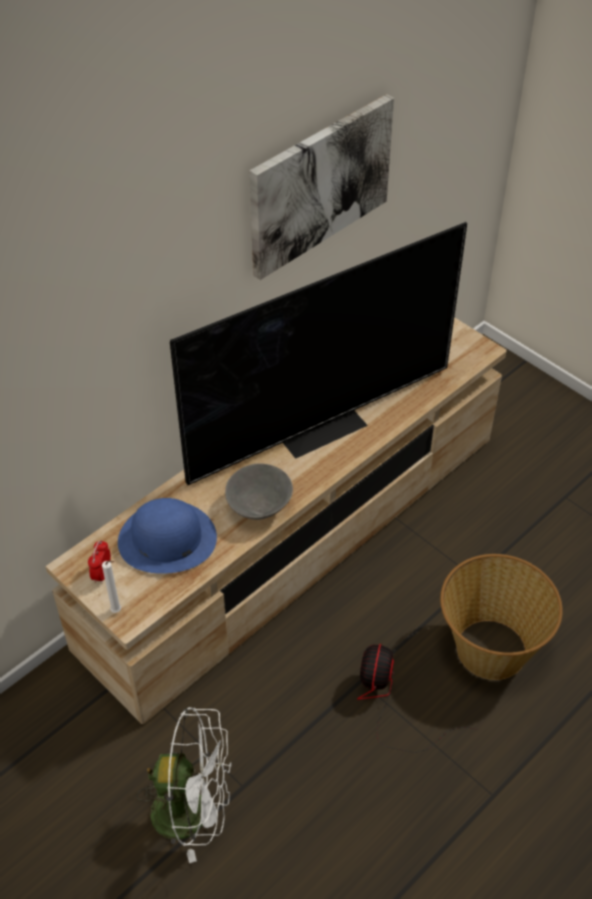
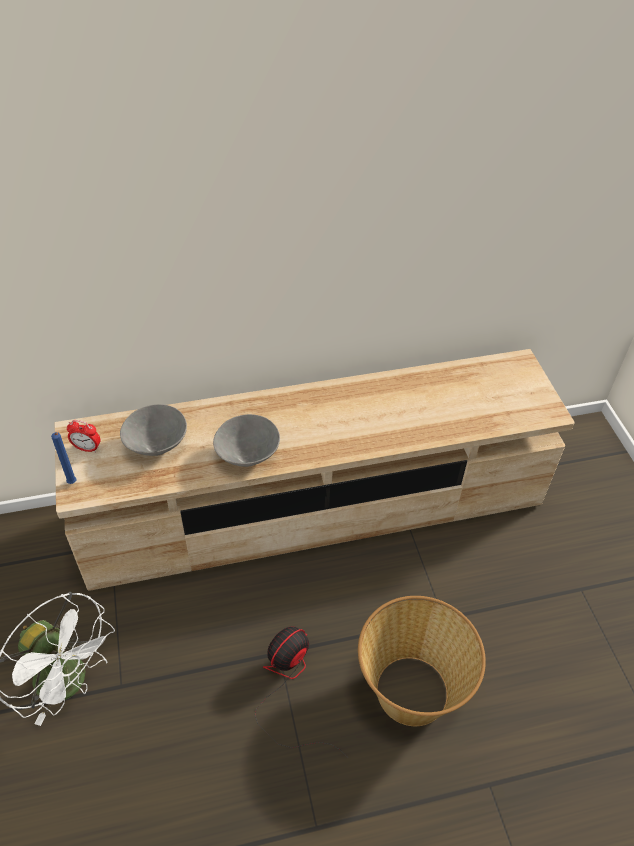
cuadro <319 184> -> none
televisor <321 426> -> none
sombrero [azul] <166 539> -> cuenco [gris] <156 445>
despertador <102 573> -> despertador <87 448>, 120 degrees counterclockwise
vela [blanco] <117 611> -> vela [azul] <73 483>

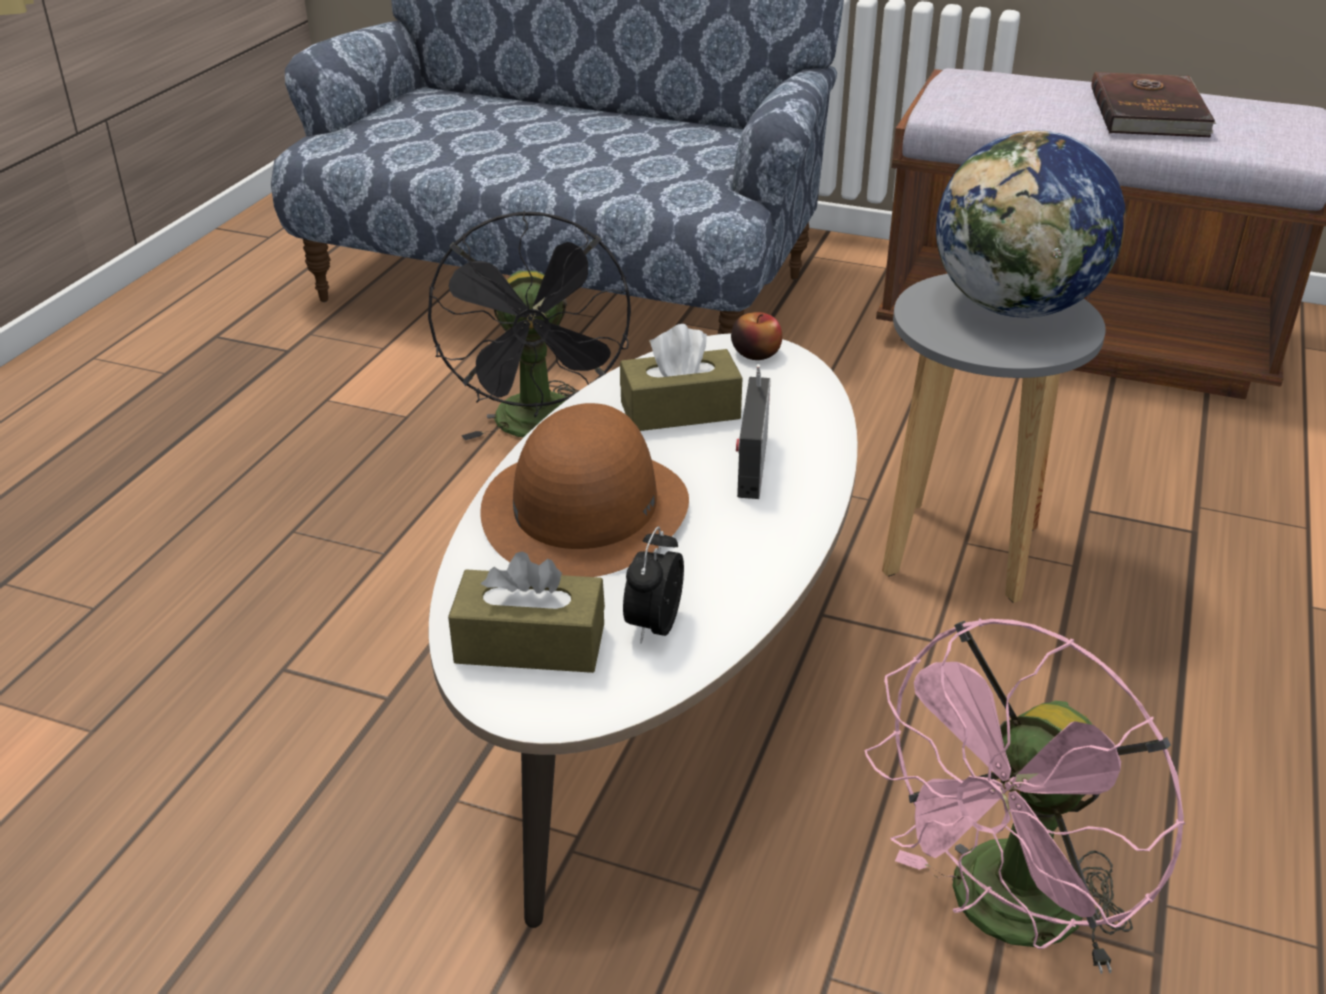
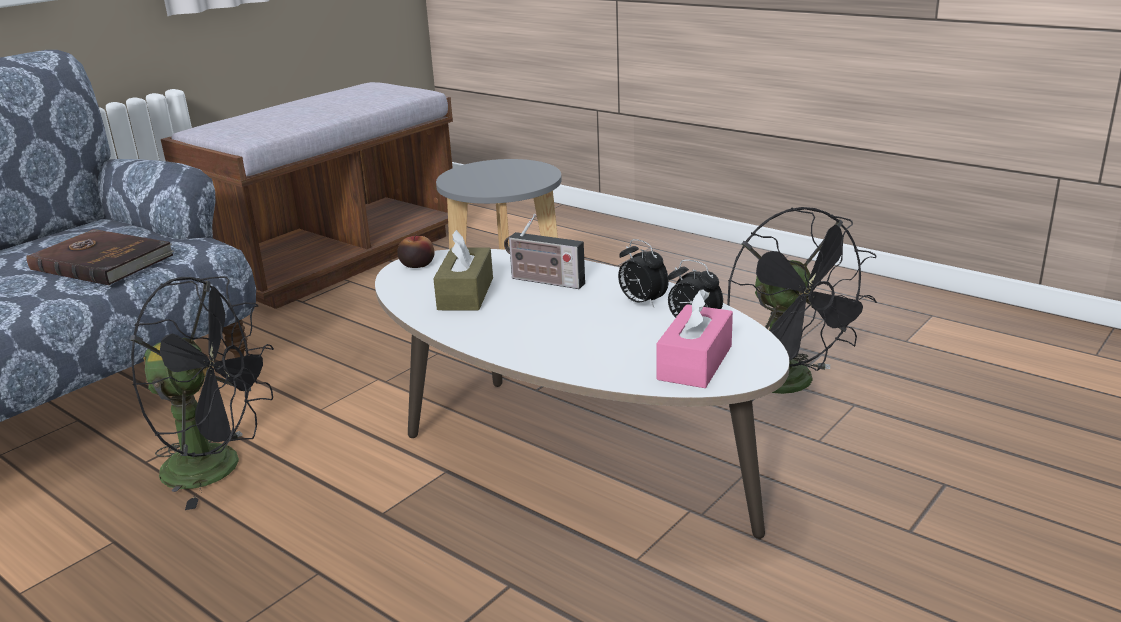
libro [marrón] <1151 111> -> libro [marrón] <103 261>, shifted
globo terráqueo <1016 307> -> none
sombrero [marrón] <585 509> -> none
caja de pañuelos [marrón] <530 643> -> caja de pañuelos [rosa] <695 362>
ventilador [rosa] <1004 917> -> ventilador [negro] <790 384>
none -> despertador <641 302>

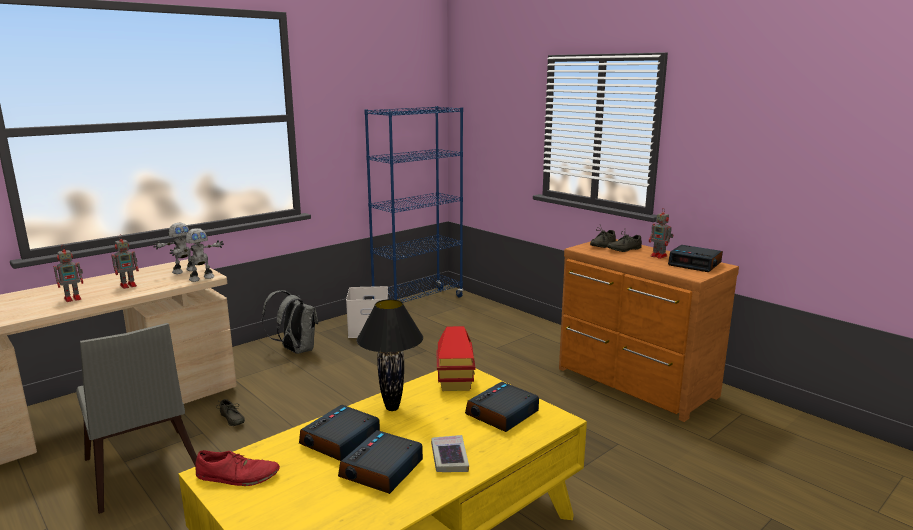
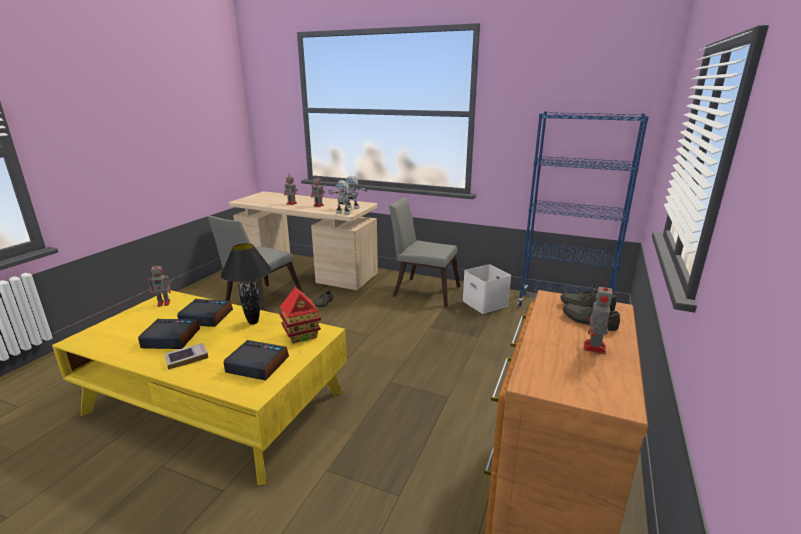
despertador <695 264> -> none
mochila [gris] <295 350> -> silla [gris] <423 290>
zapato [rojo] <238 476> -> robot de juguete <164 303>

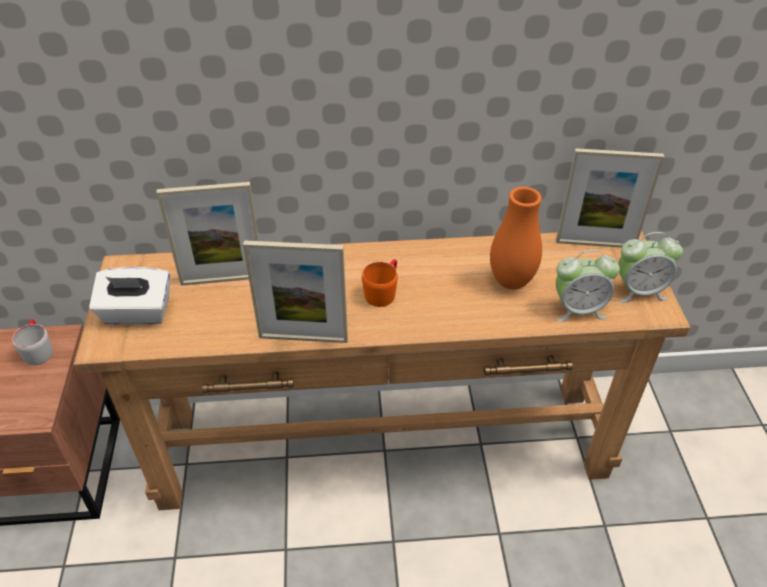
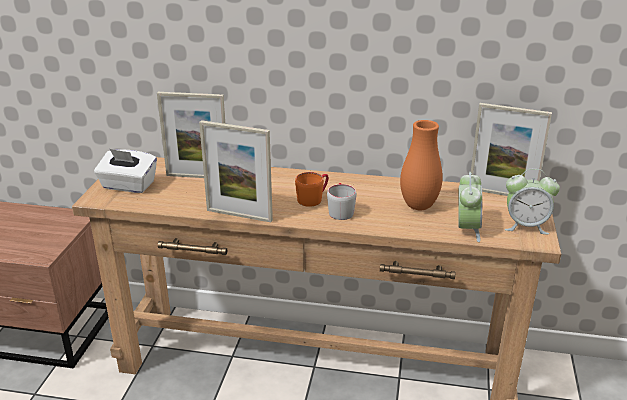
despertador <578 309> -> despertador <467 229>, 90 degrees counterclockwise
taza grande [gris] <38 350> -> taza grande [gris] <340 210>, shifted

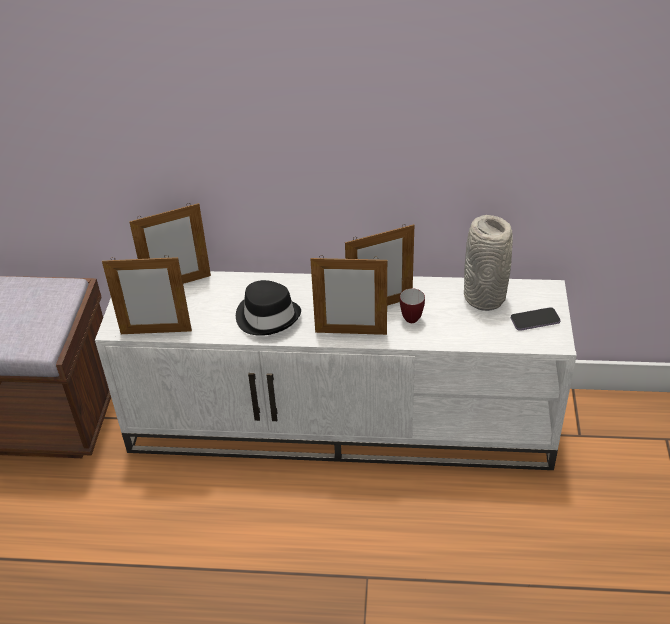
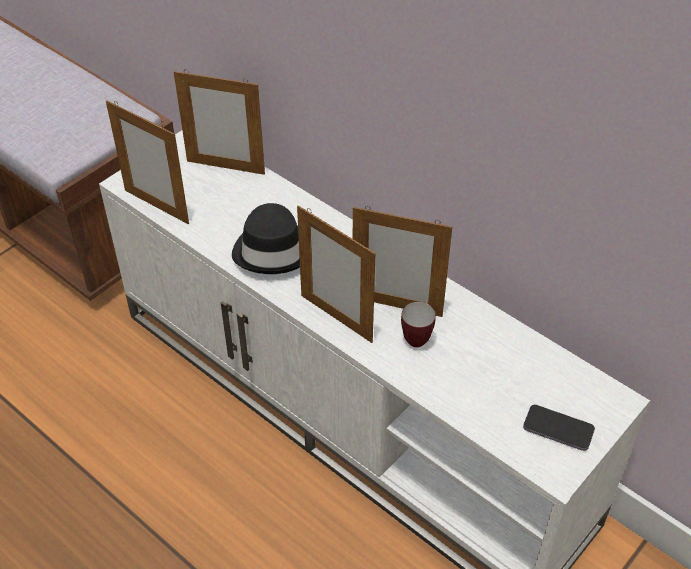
florero [gris] <485 299> -> none

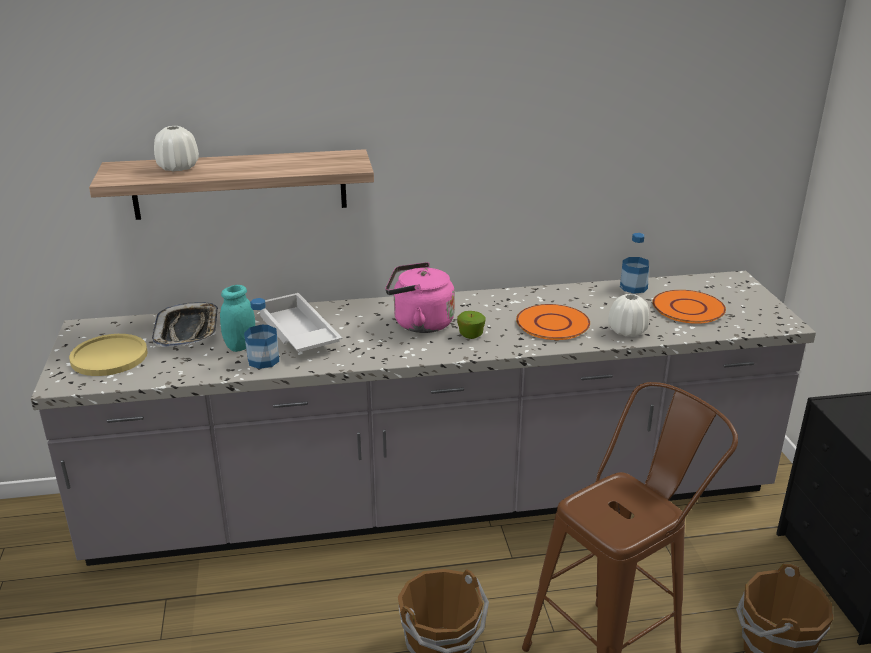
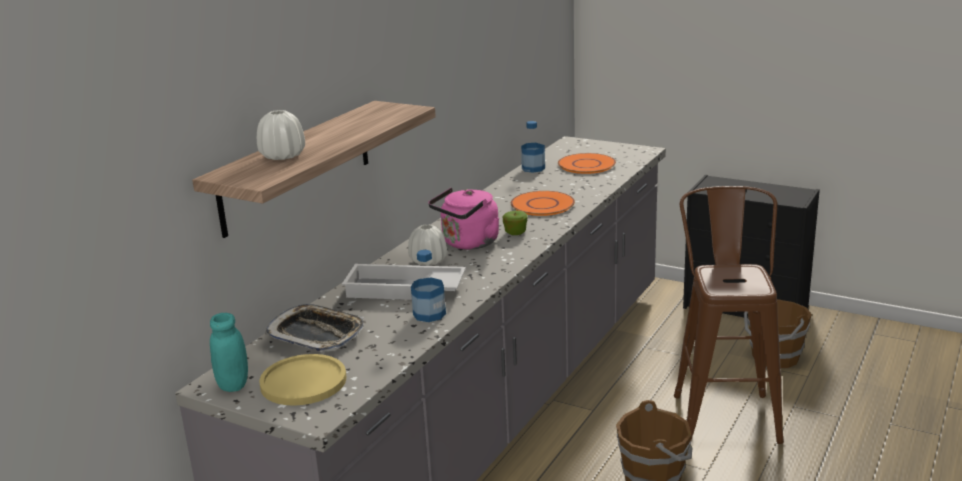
tarro [turquesa] <240 346> -> tarro [turquesa] <233 385>, shifted
florero [blanco] <627 331> -> florero [blanco] <428 261>, shifted

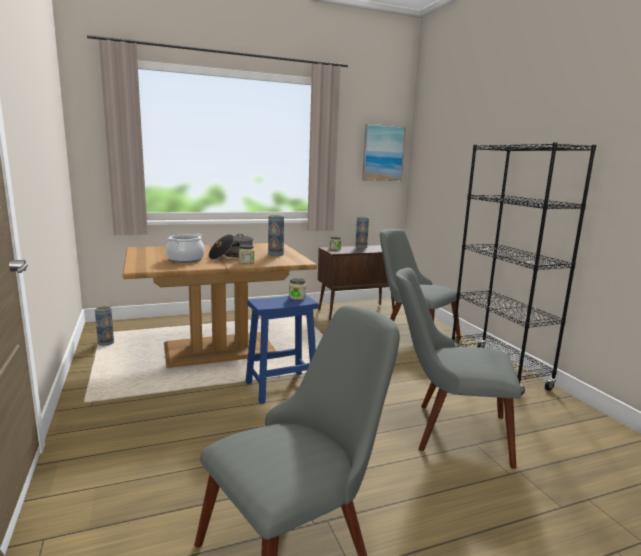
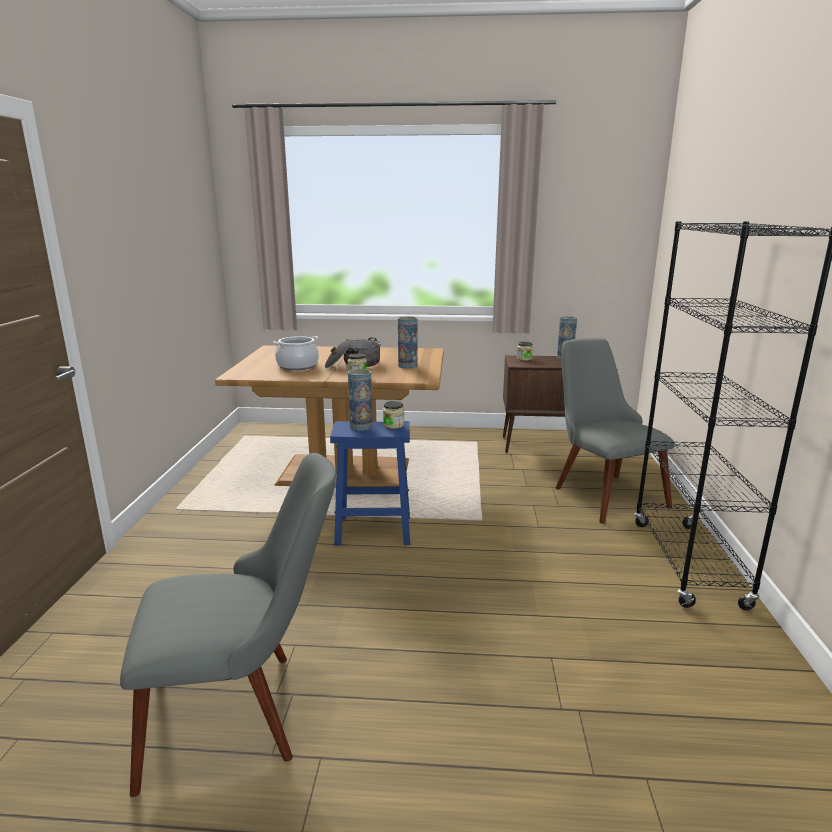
cuadro <383 153> -> none
silla [gris] <447 430> -> none
florero <106 343> -> florero <361 426>, shifted

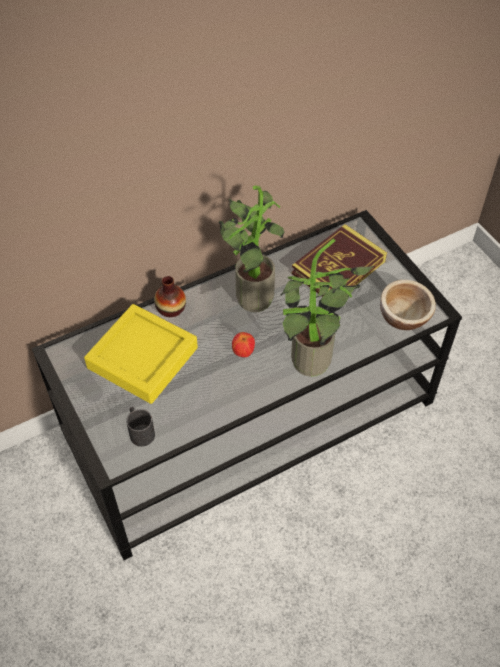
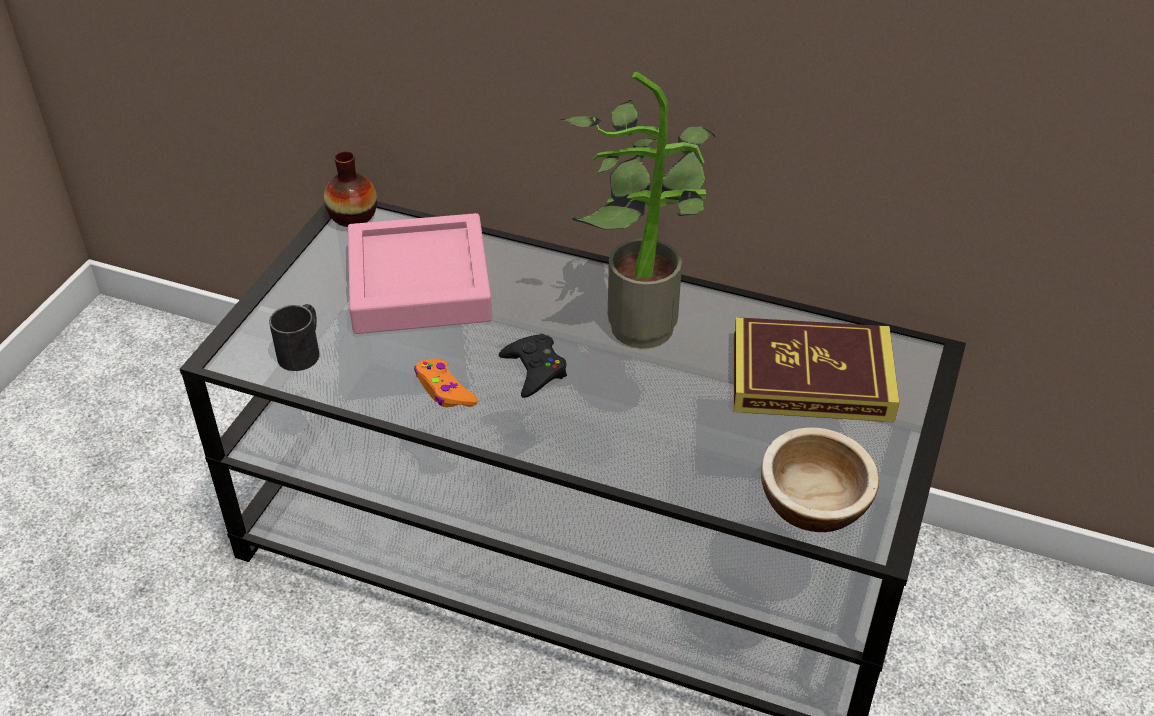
planta en maceta <311 366> -> none
florero <171 308> -> florero <353 216>, shifted
bandeja [amarillo] <142 358> -> bandeja [rosa] <419 284>
manzana <243 352> -> mando de consola [negro] <534 370>
none -> mando de consola [naranja] <444 391>

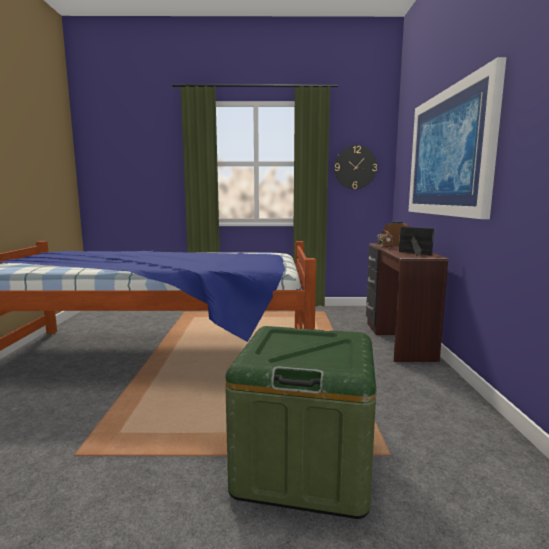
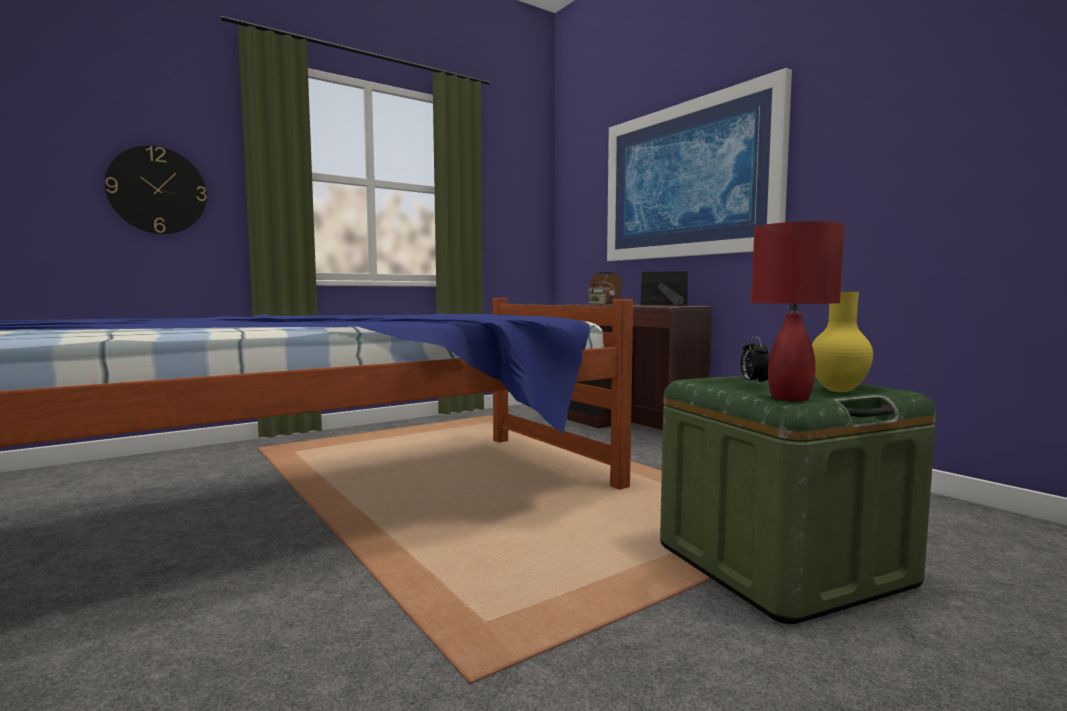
reloj de pared <355 167> -> reloj de pared <157 190>, shifted
none -> lámpara de mesa [rojo] <790 398>
none -> florero [amarillo] <837 391>
none -> despertador <754 383>

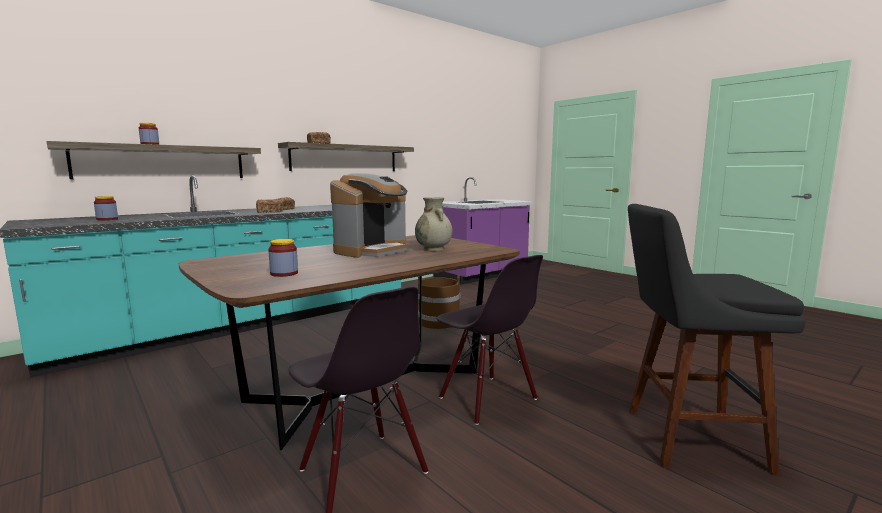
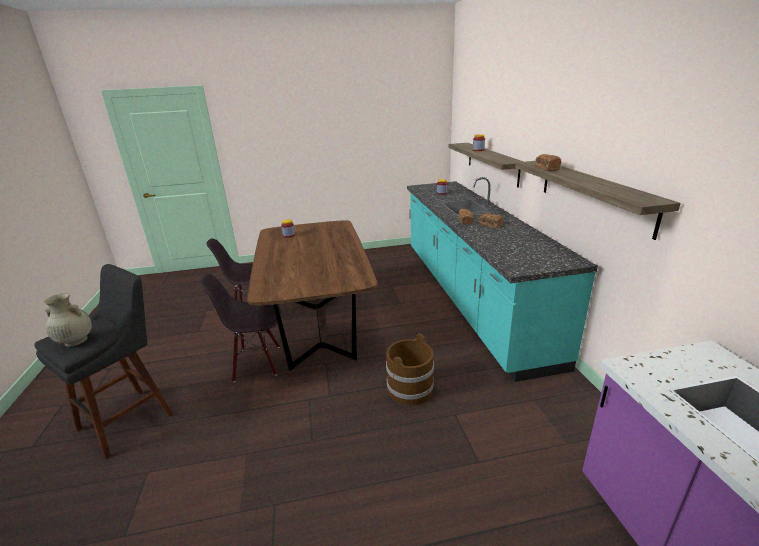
cafetera <372 251> -> none
florero [beis] <434 249> -> florero [beis] <75 341>, shifted

